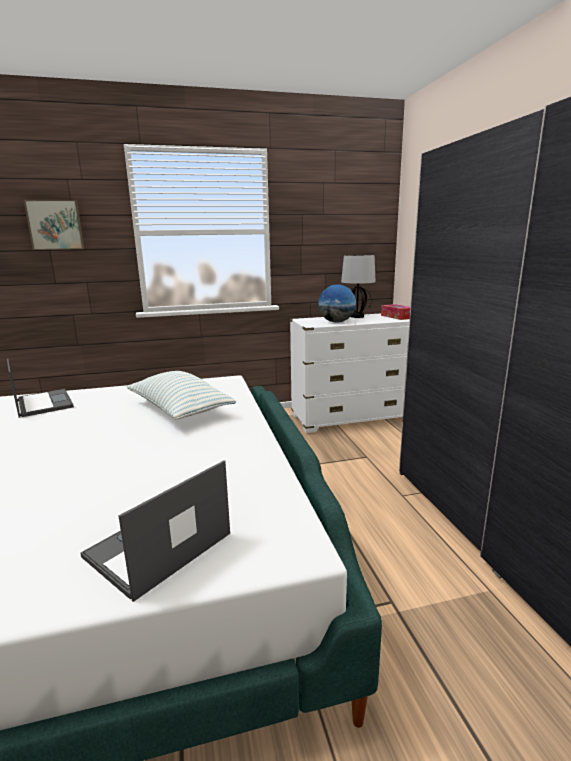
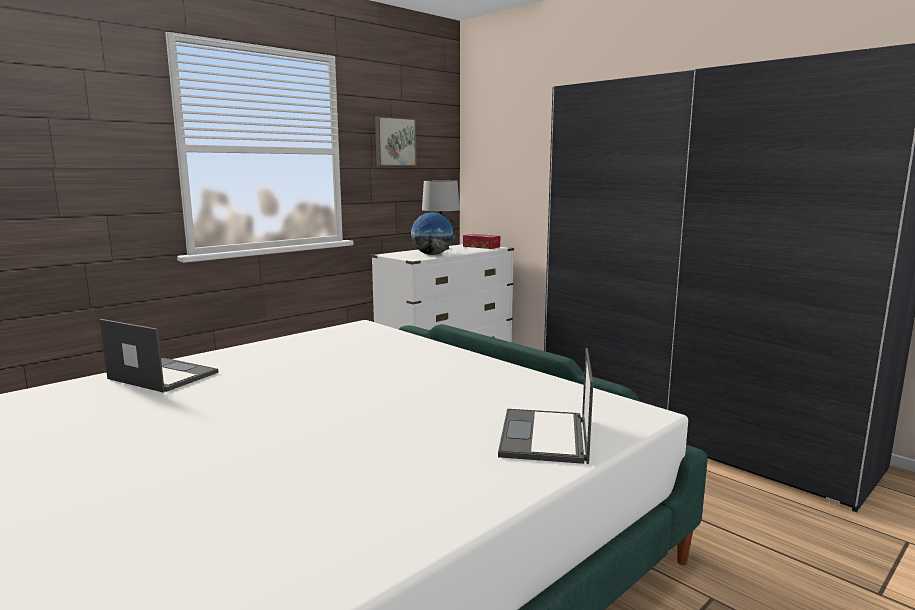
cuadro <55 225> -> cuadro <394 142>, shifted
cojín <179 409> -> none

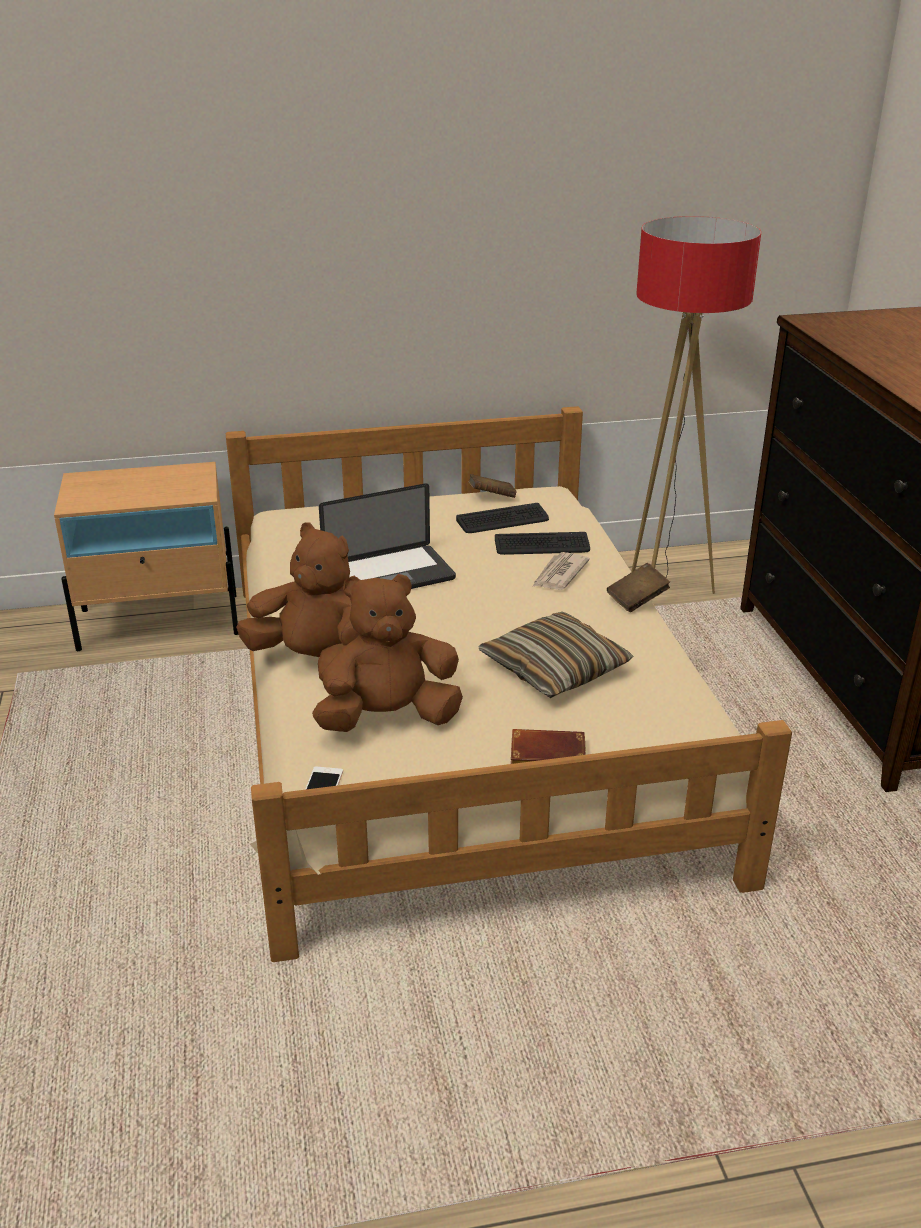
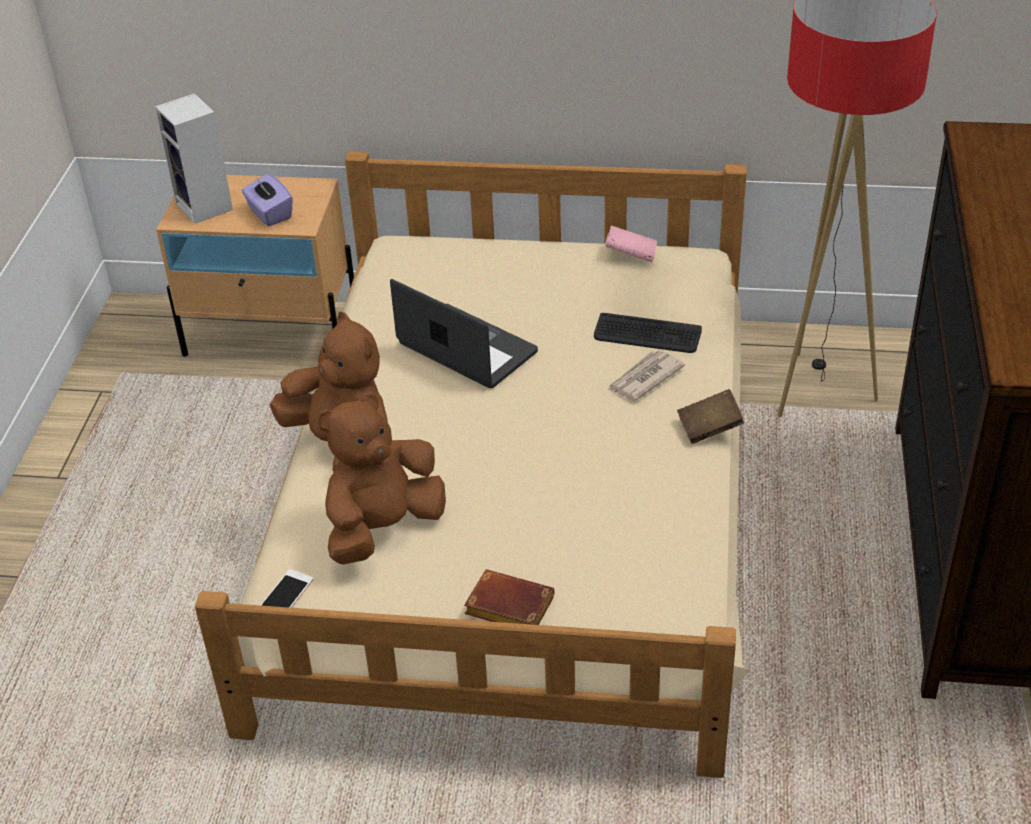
libro [marrón] <491 497> -> libro [rosa] <630 255>
portátil <389 575> -> portátil <467 348>, 135 degrees counterclockwise
teclado <502 520> -> none
peluche [marrón] <389 718> -> peluche [marrón] <383 528>, 45 degrees counterclockwise
cojín <555 669> -> none
none -> altavoz <206 207>
none -> caja de pañuelos [morado] <269 214>

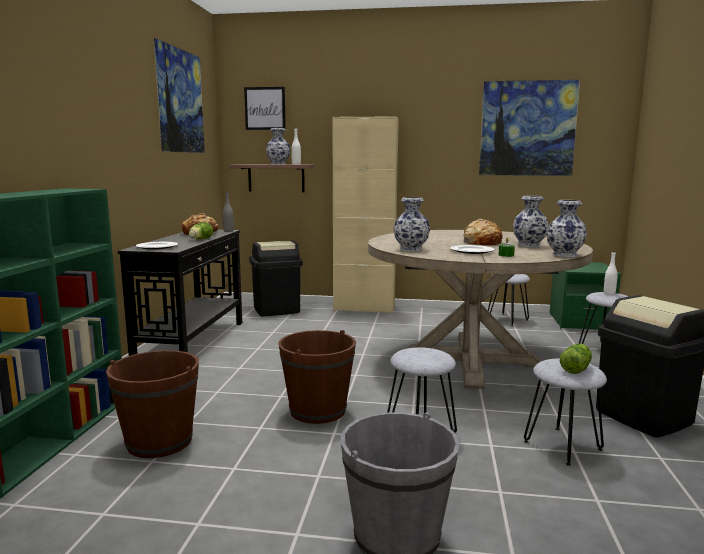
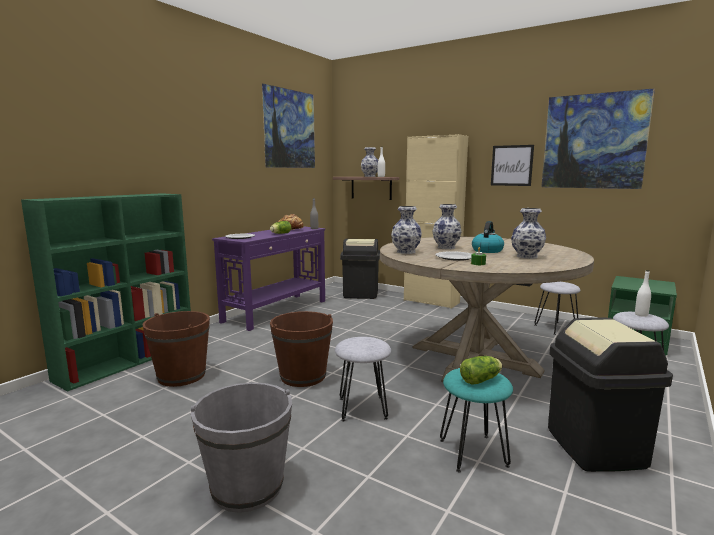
cuadro <265 108> -> cuadro <511 165>, shifted
florero <564 255> -> florero <445 247>, shifted
pan <482 242> -> hervidor <487 250>
mesa consola [negro] <193 342> -> mesa consola [morado] <277 311>
taburete [gris] <562 445> -> taburete [turquesa] <472 453>

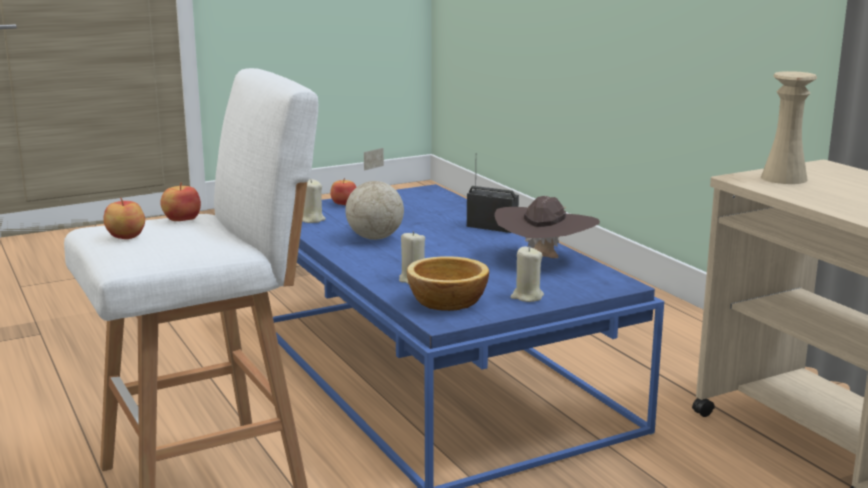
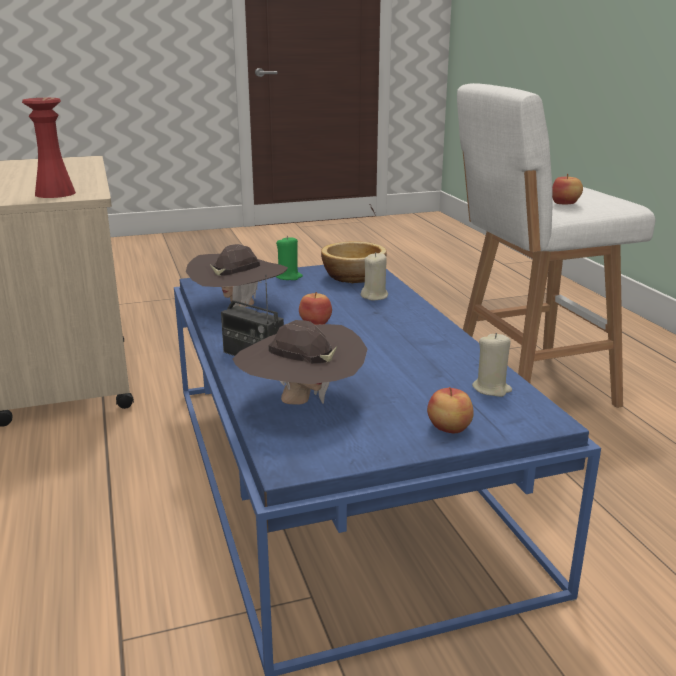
florero [beis] <784 178> -> florero [rojo] <55 193>
globo terráqueo <376 238> -> none
manzana <125 237> -> manzana <315 322>, shifted
vela [beis] <527 297> -> vela [verde] <288 277>
none -> sombrero [marrón] <301 402>

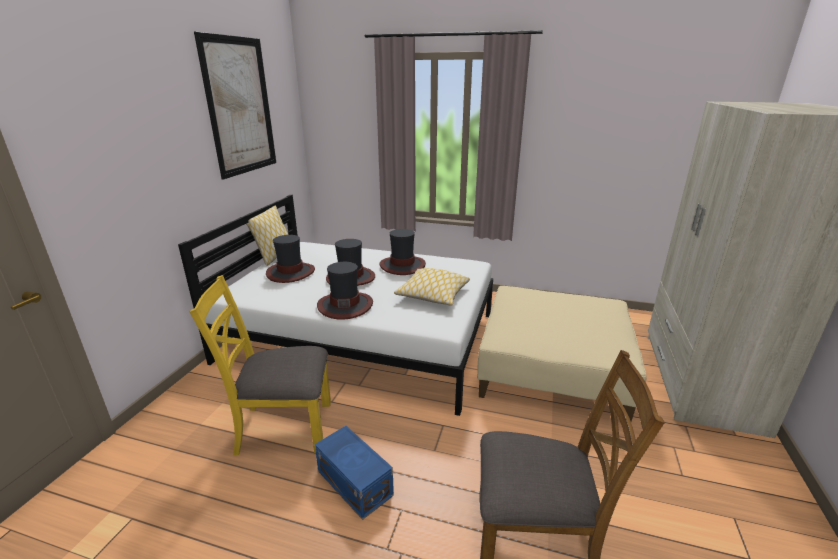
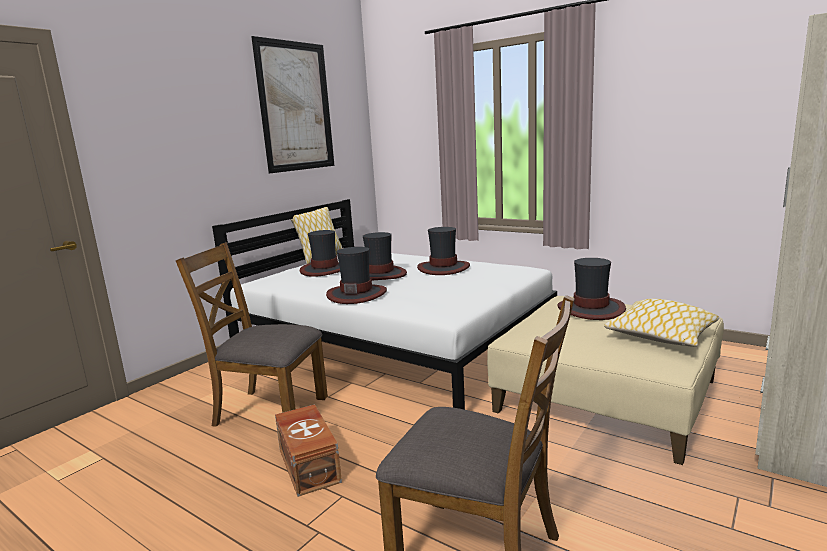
cojín <433 295> -> cojín <661 335>, shifted
silla [amarillo] <283 427> -> silla [marrón] <269 411>
caja de almacenaje [azul] <355 481> -> caja de almacenaje [marrón] <310 464>
none -> sombrero <591 309>

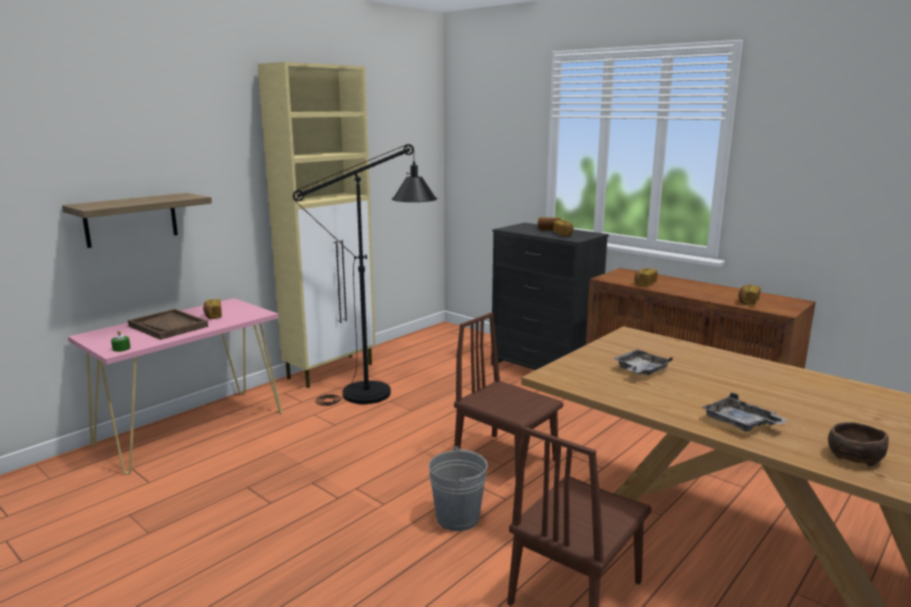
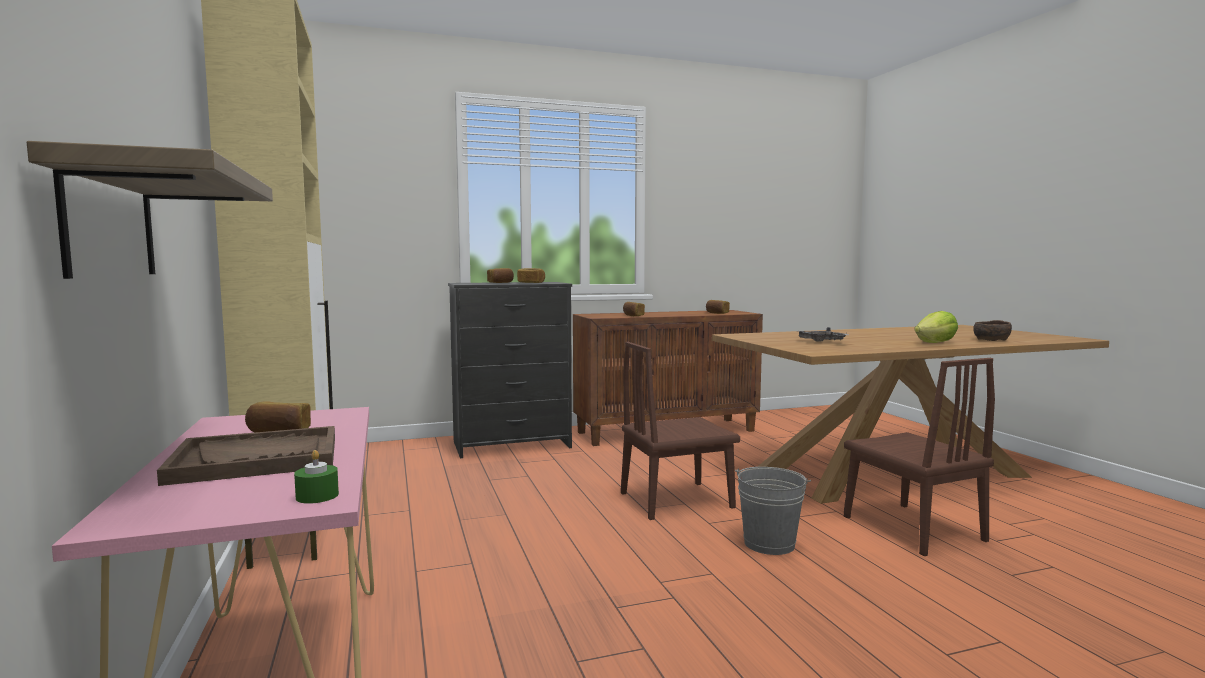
lámpara de pie [negro] <380 391> -> none
bandeja [gris] <740 423> -> lechuga <936 343>

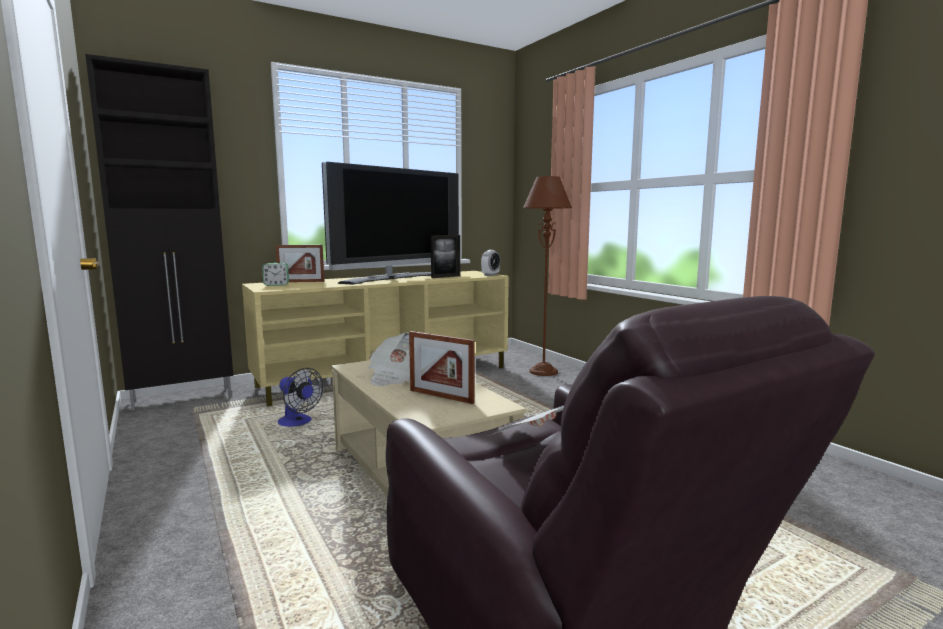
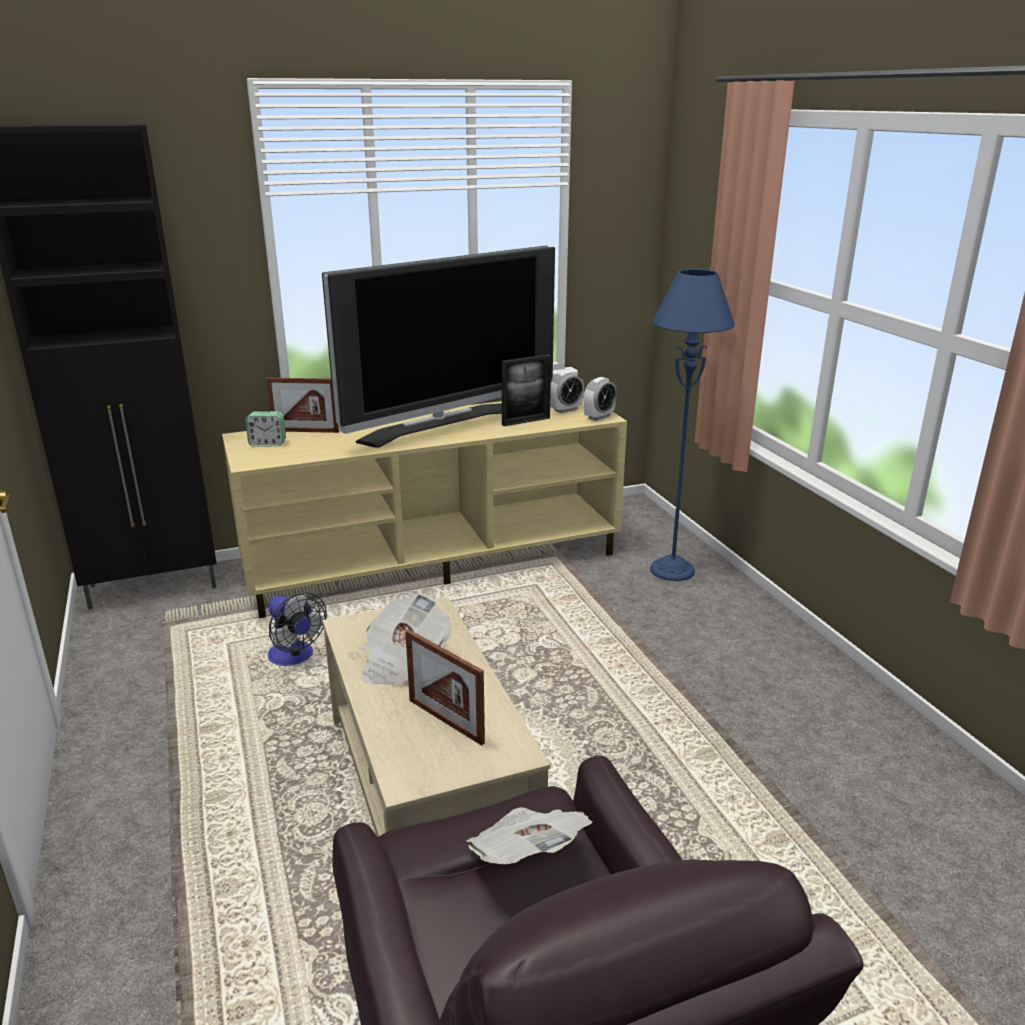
lámpara de pie [marrón] <543 371> -> lámpara de pie [azul] <672 570>
none -> despertador <566 410>

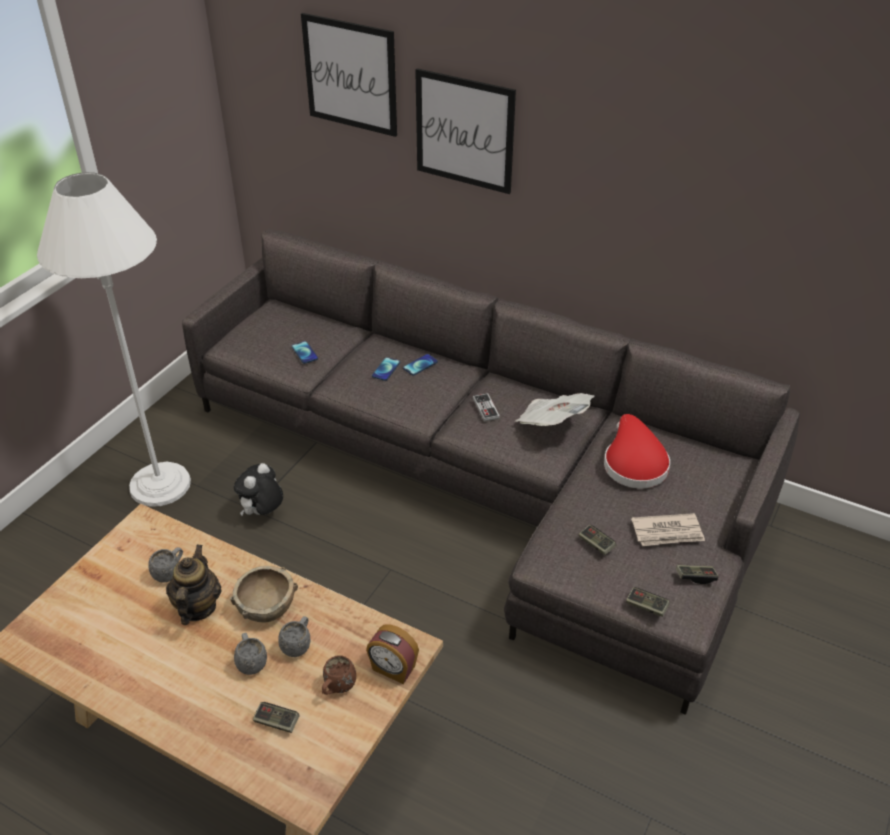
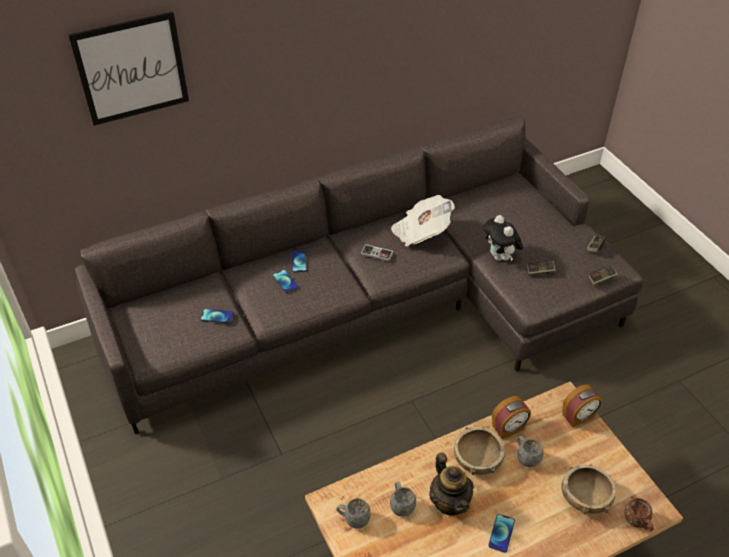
cuadro <464 131> -> none
lámpara de pie [blanco] <160 484> -> none
sombrero [rojo] <633 463> -> none
peluche <262 513> -> peluche <500 257>, shifted
periódico <668 532> -> none
tetera <197 607> -> tetera <449 502>, 150 degrees counterclockwise
taza grande [gris] <251 662> -> taza grande [gris] <353 519>, shifted
taza grande [marrón] <337 688> -> taza grande [marrón] <638 523>, shifted
mando de consola <276 722> -> cuenco [marrón] <585 498>
none -> despertador <508 428>
none -> móvil <501 533>

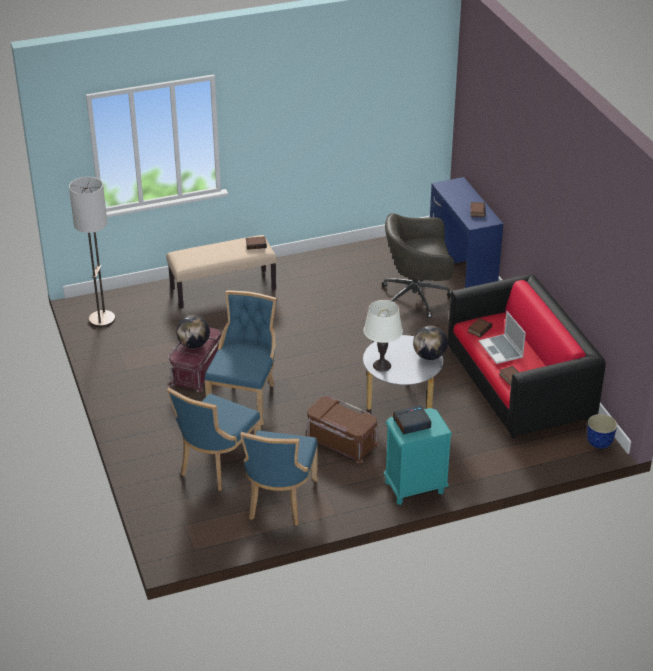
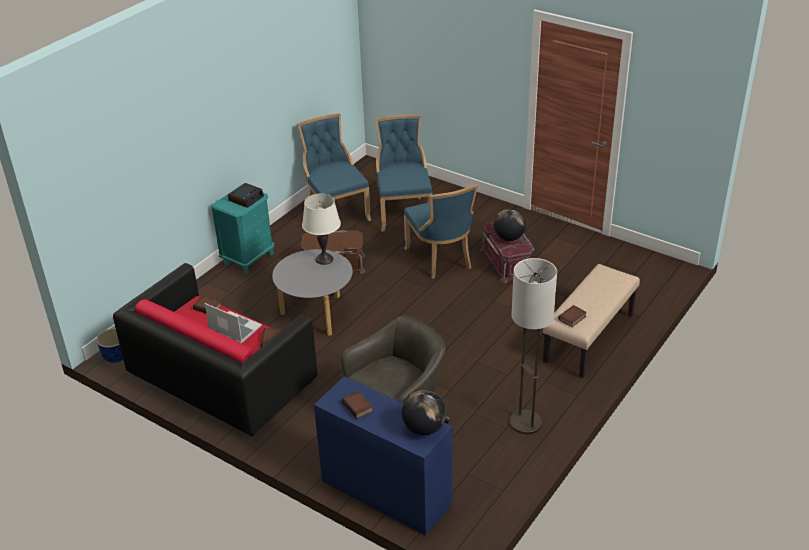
lámpara de pie <102 319> -> lámpara de pie <525 422>, shifted
globo terráqueo <429 356> -> globo terráqueo <424 428>, shifted

